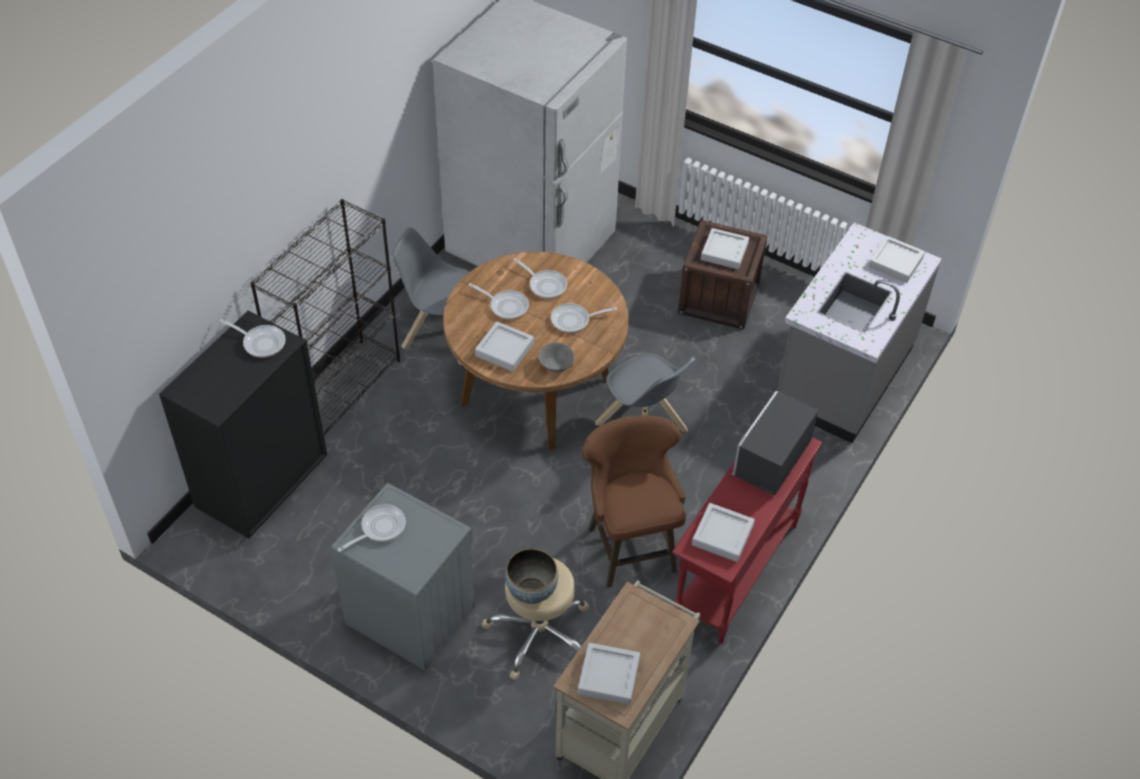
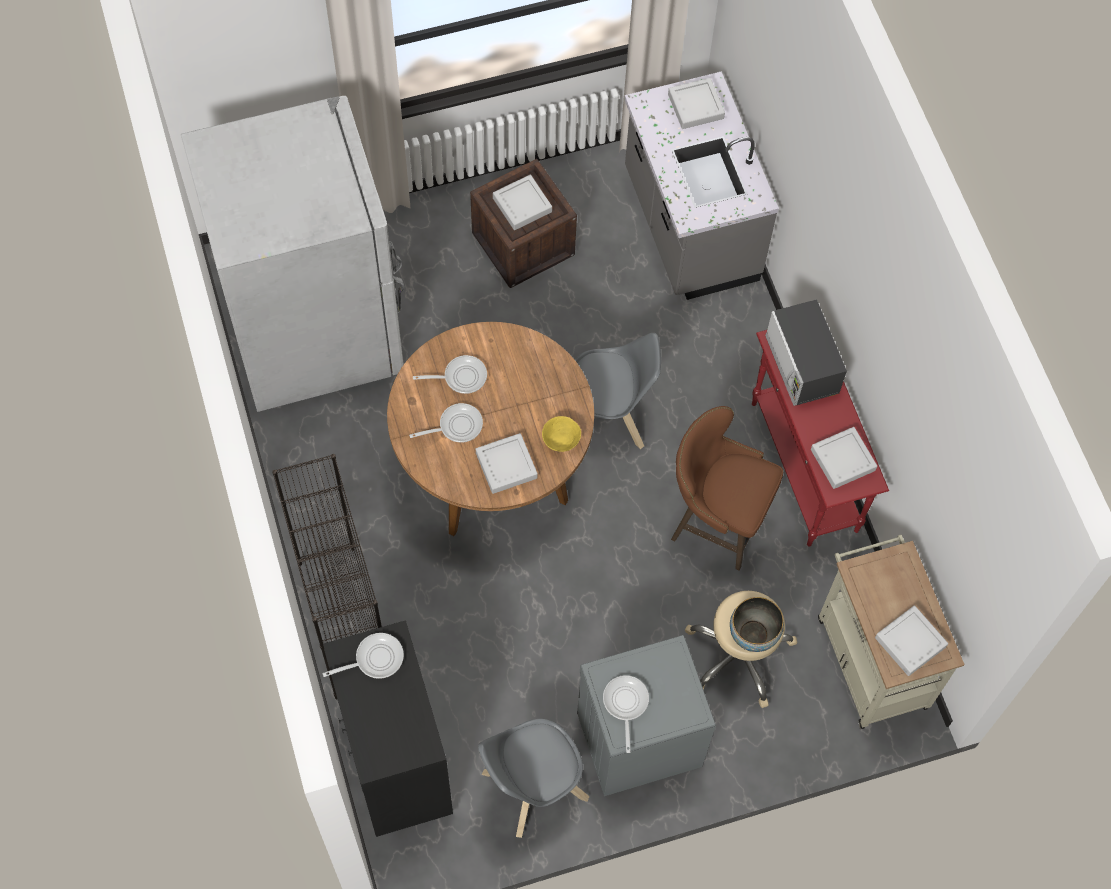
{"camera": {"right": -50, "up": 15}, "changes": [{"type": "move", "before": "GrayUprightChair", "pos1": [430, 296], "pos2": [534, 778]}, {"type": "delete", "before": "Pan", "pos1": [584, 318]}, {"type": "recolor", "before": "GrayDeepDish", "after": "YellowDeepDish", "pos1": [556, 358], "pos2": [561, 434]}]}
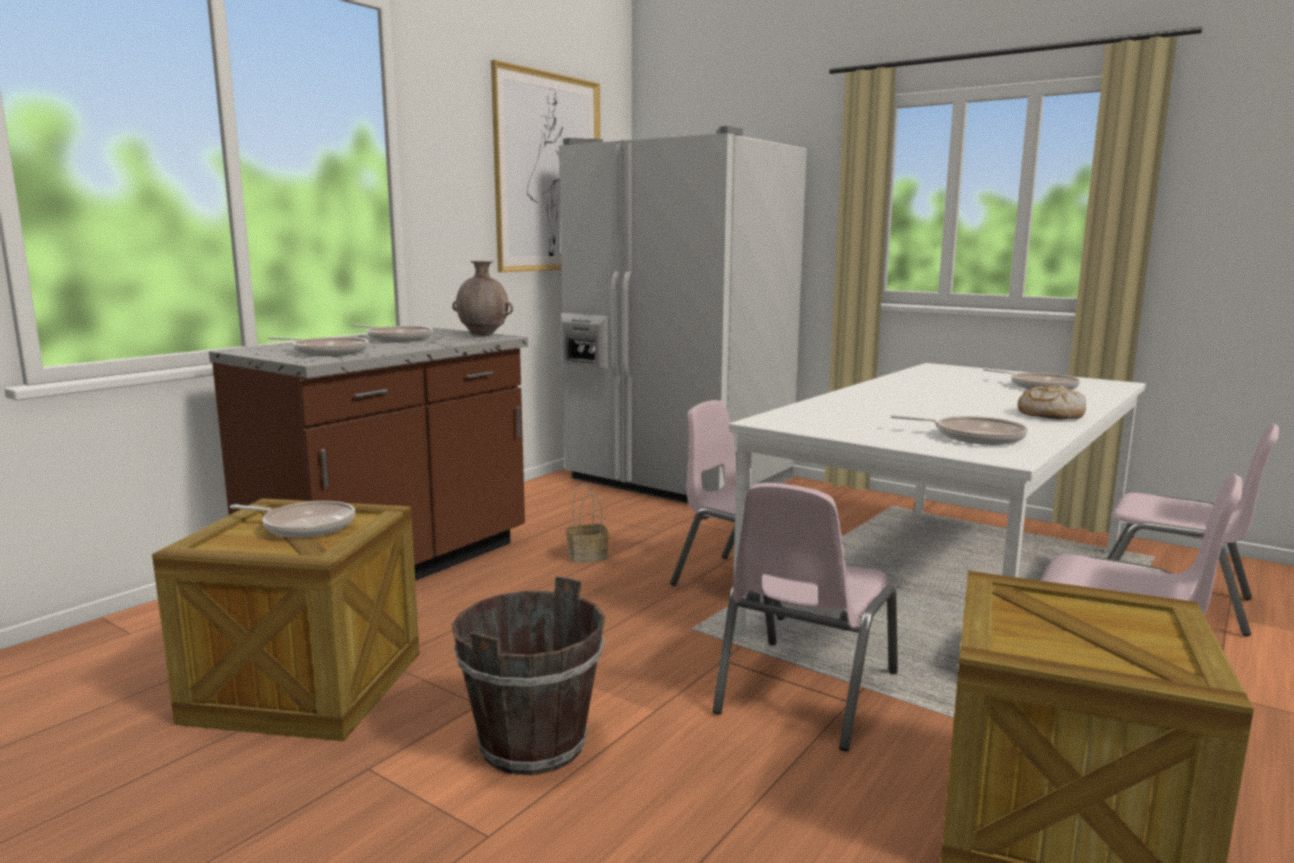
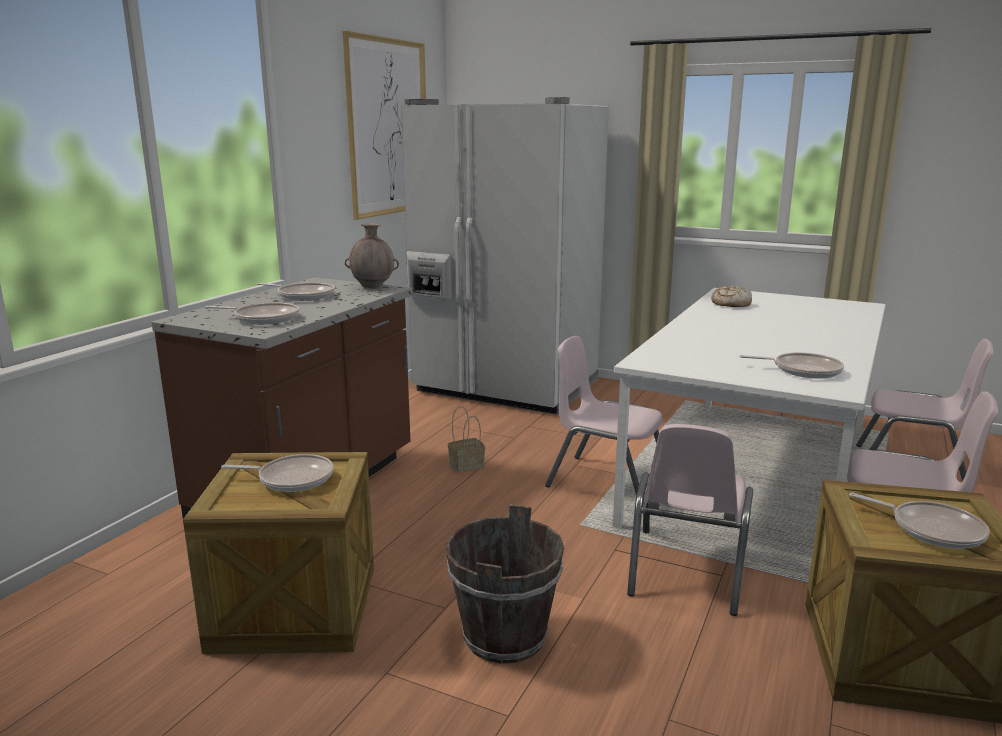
{"camera": {"right": -10, "up": 5}, "changes": [{"type": "move", "before": "Pan", "pos1": [1032, 379], "pos2": [919, 521]}, {"type": "move", "before": "BakeryBread", "pos1": [1051, 402], "pos2": [731, 296]}]}
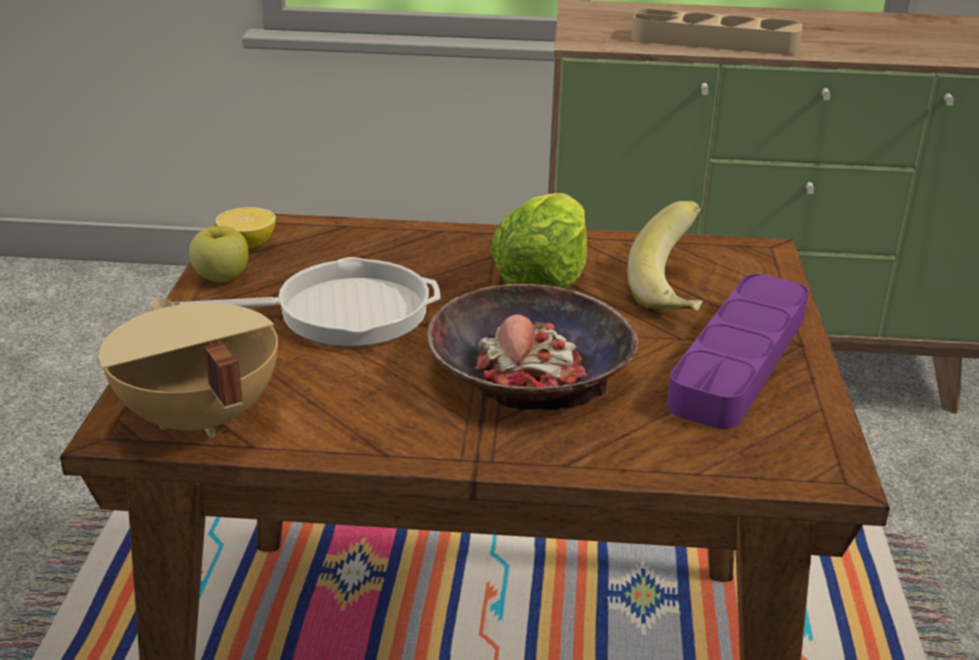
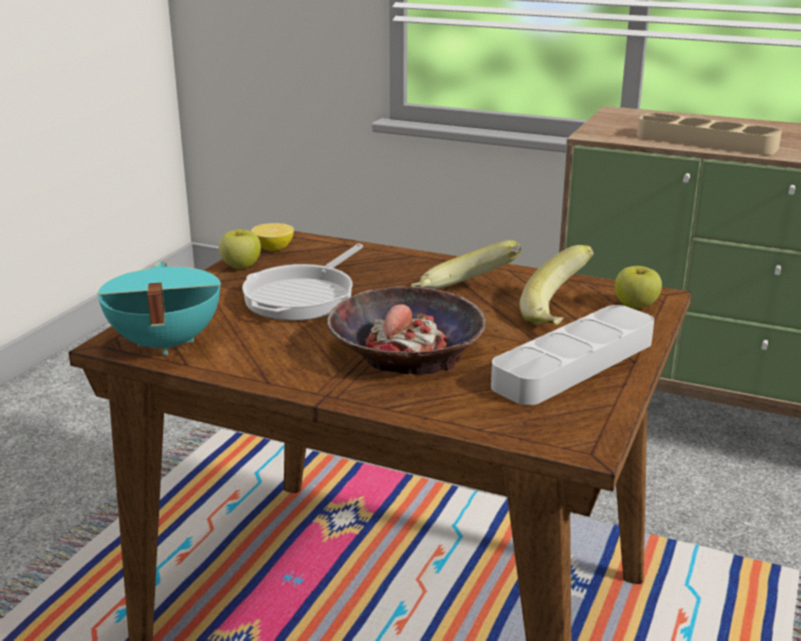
{"camera": {"right": 20, "up": -5}, "changes": [{"type": "replace", "before": "HeadOfLettuce", "after": "Banana", "pos1": [538, 241], "pos2": [466, 264]}, {"type": "rotate", "before": "Pan", "pos1": [306, 302], "pos2": [302, 282], "turn": 105}, {"type": "recolor", "before": "PurplishCarryingTray", "after": "GrayCarryingTray", "pos1": [738, 351], "pos2": [572, 355]}, {"type": "recolor", "before": "SandColouredStockpot", "after": "TurquoiseColouredStockpot", "pos1": [188, 368], "pos2": [159, 309]}, {"type": "insert", "after": "WholeApple", "pos2": [638, 287]}]}
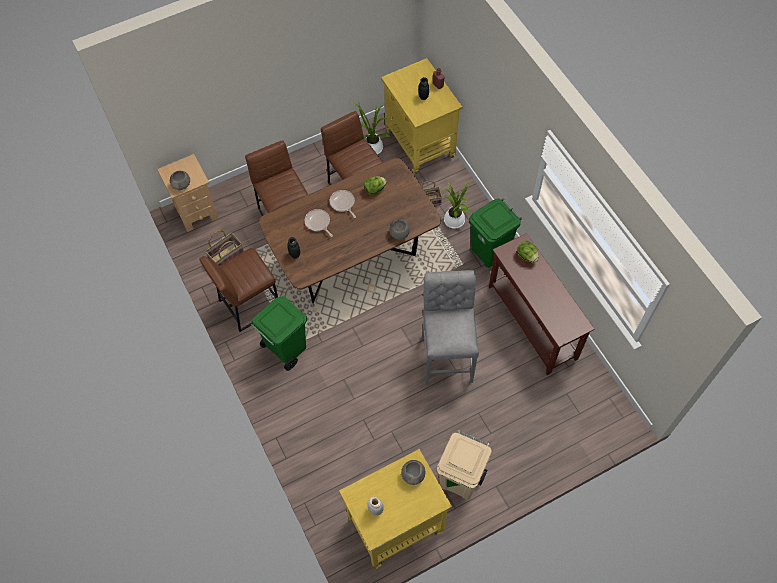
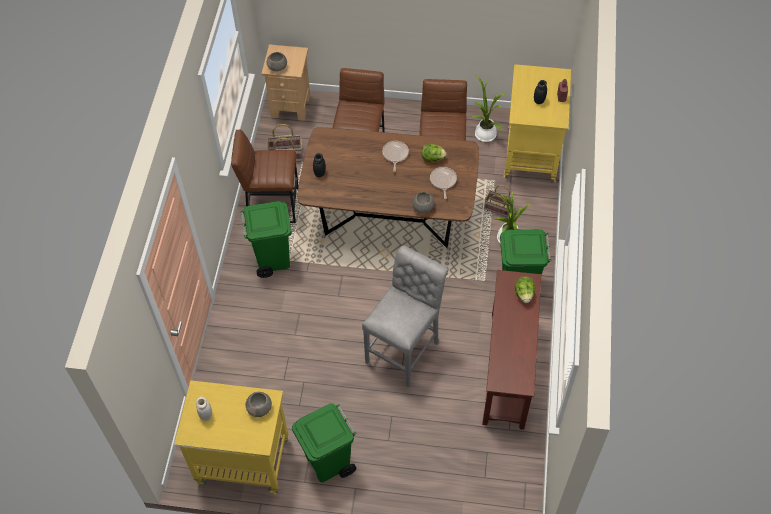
{"camera": {"right": 35, "up": -5}, "changes": [{"type": "move", "before": "Pan", "pos1": [319, 223], "pos2": [443, 183]}, {"type": "recolor", "before": "SandColouredRubbishBin", "after": "GreenishRubbishBin", "pos1": [464, 465], "pos2": [324, 442]}]}
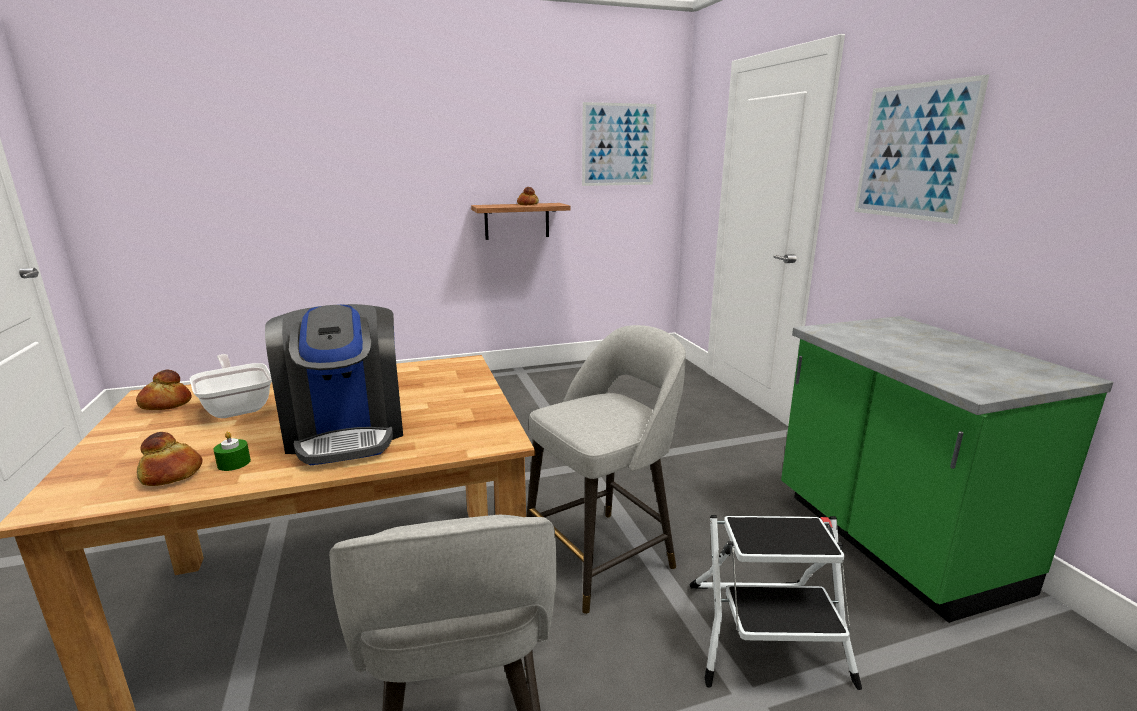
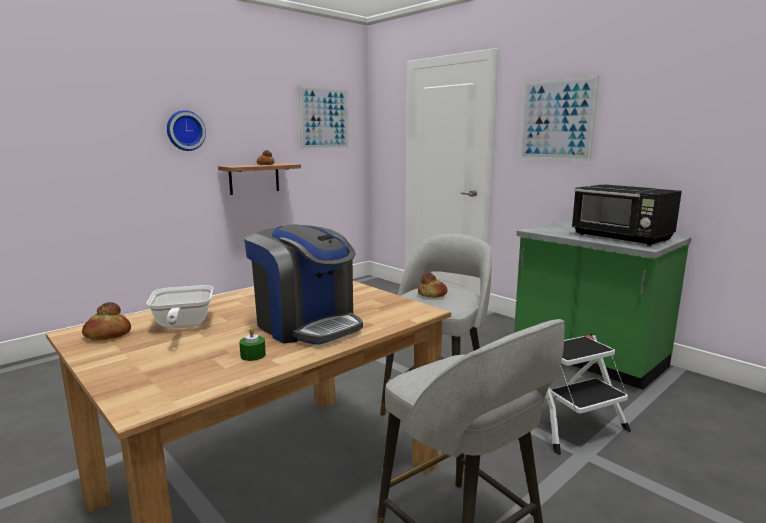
{"camera": {"right": -25, "up": -5}, "changes": [{"type": "rotate", "before": "Pan", "pos1": [231, 386], "pos2": [179, 307], "turn": -135}, {"type": "move", "before": "BakeryBread", "pos1": [169, 459], "pos2": [433, 285]}, {"type": "insert", "after": "HangingClock", "pos2": [186, 130]}, {"type": "insert", "after": "BlackColouredKitchenMicrowave", "pos2": [627, 215]}]}
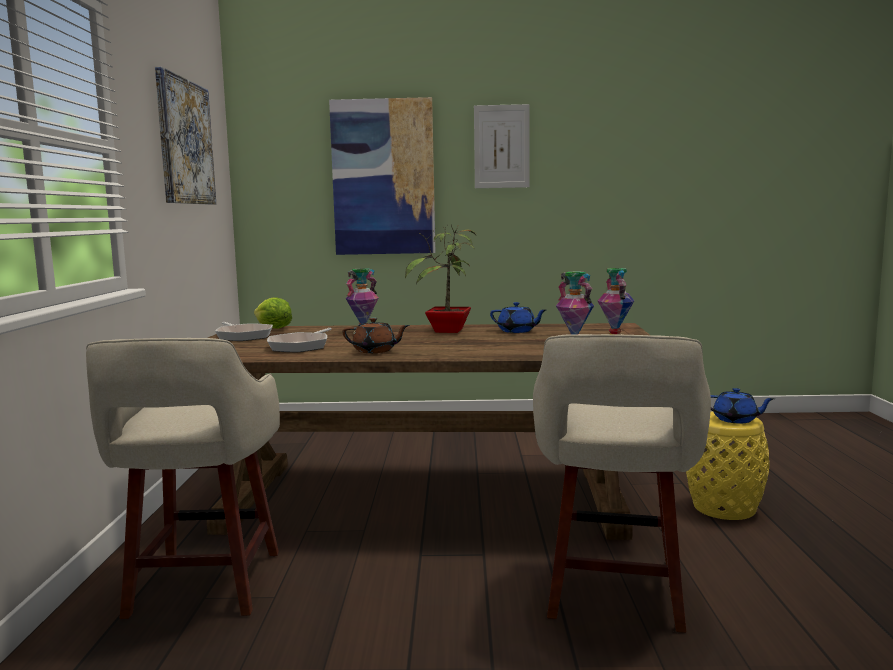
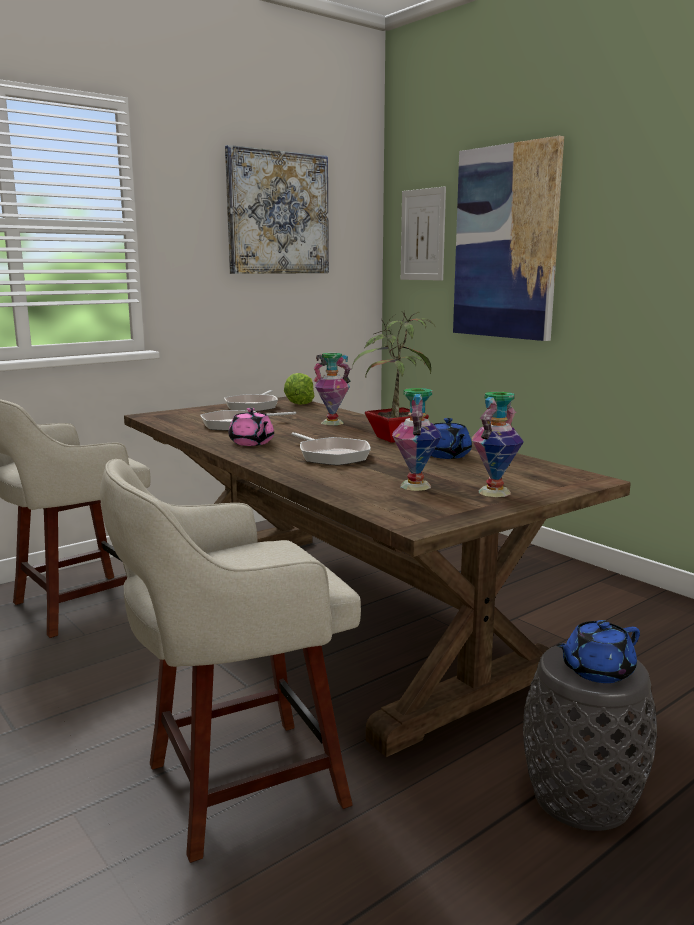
{"camera": {"right": 50, "up": 5}, "changes": [{"type": "move", "before": "Picture", "pos1": [501, 146], "pos2": [423, 233]}, {"type": "recolor", "before": "BrownColouredTeaPot", "after": "PinkTeaPot", "pos1": [375, 335], "pos2": [251, 427]}, {"type": "rotate", "before": "BlueColouredTeaPot", "pos1": [743, 405], "pos2": [598, 651], "turn": 75}, {"type": "recolor", "before": "YellowStoolSeat", "after": "GrayStoolSeat", "pos1": [728, 465], "pos2": [590, 737]}, {"type": "insert", "after": "Pan", "pos2": [331, 448]}]}
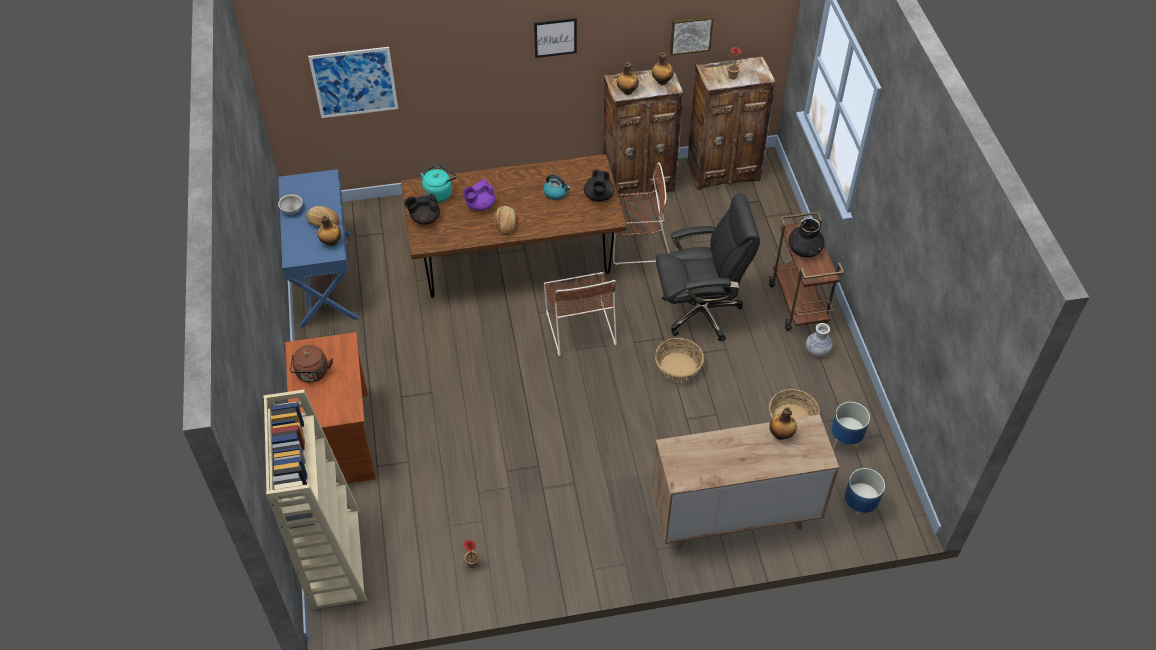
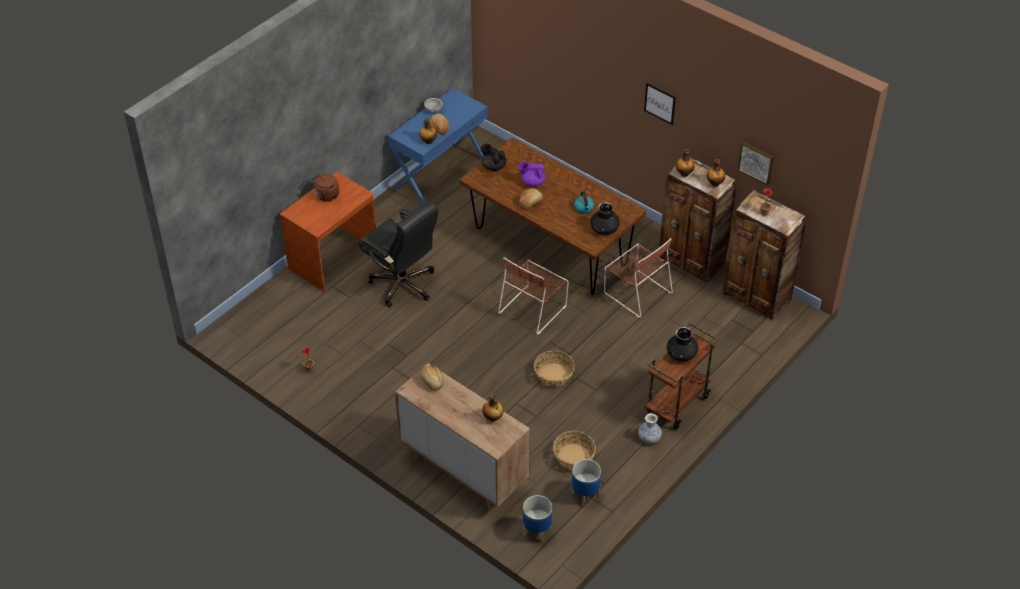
{"camera": {"right": 50, "up": -5}, "changes": [{"type": "delete", "before": "Picture", "pos1": [353, 82]}, {"type": "delete", "before": "TurquoiseColouredWaterKettle", "pos1": [438, 183]}, {"type": "replace", "before": "BlackColouredTeaPot", "after": "BlackColouredFlowerVase", "pos1": [599, 186], "pos2": [605, 218]}, {"type": "move", "before": "BlackColouredDeskChair", "pos1": [708, 268], "pos2": [398, 254]}, {"type": "delete", "before": "SandColouredBookcase", "pos1": [315, 500]}, {"type": "insert", "after": "BakeryBread", "pos2": [432, 378]}]}
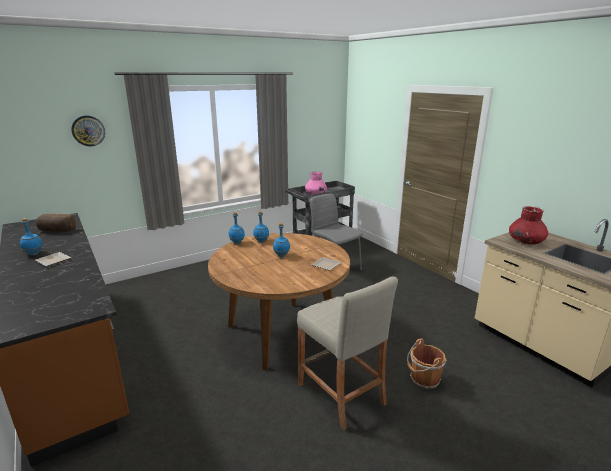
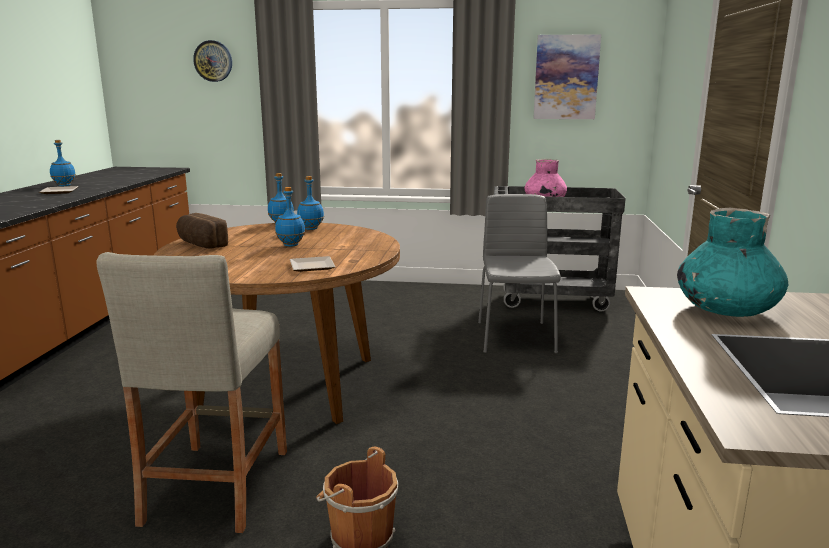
{"camera": {"right": 40, "up": -5}, "changes": [{"type": "recolor", "before": "RedColouredFlowerVase", "after": "TurquoiseColouredFlowerVase", "pos1": [528, 225], "pos2": [732, 262]}, {"type": "move", "before": "BakeryBread", "pos1": [56, 223], "pos2": [202, 230]}, {"type": "insert", "after": "Picture", "pos2": [567, 76]}]}
